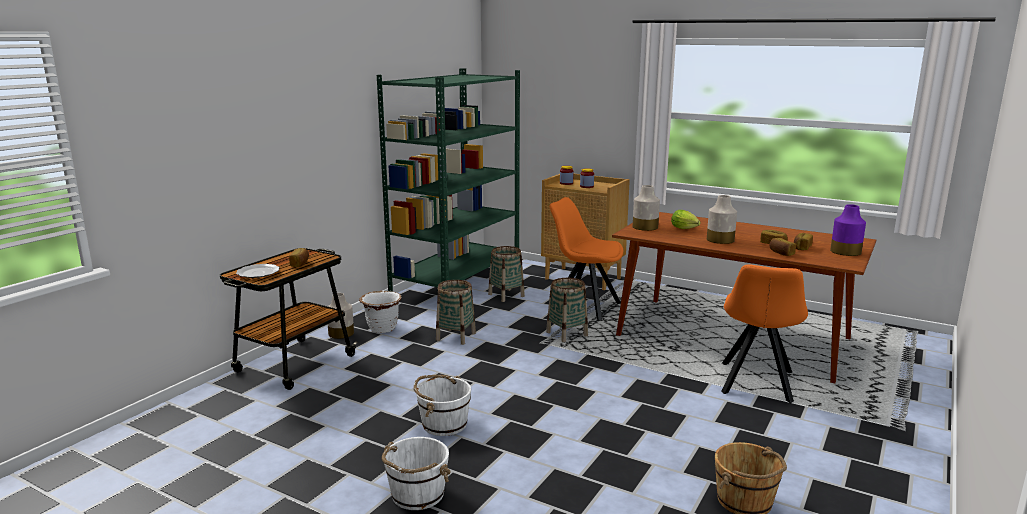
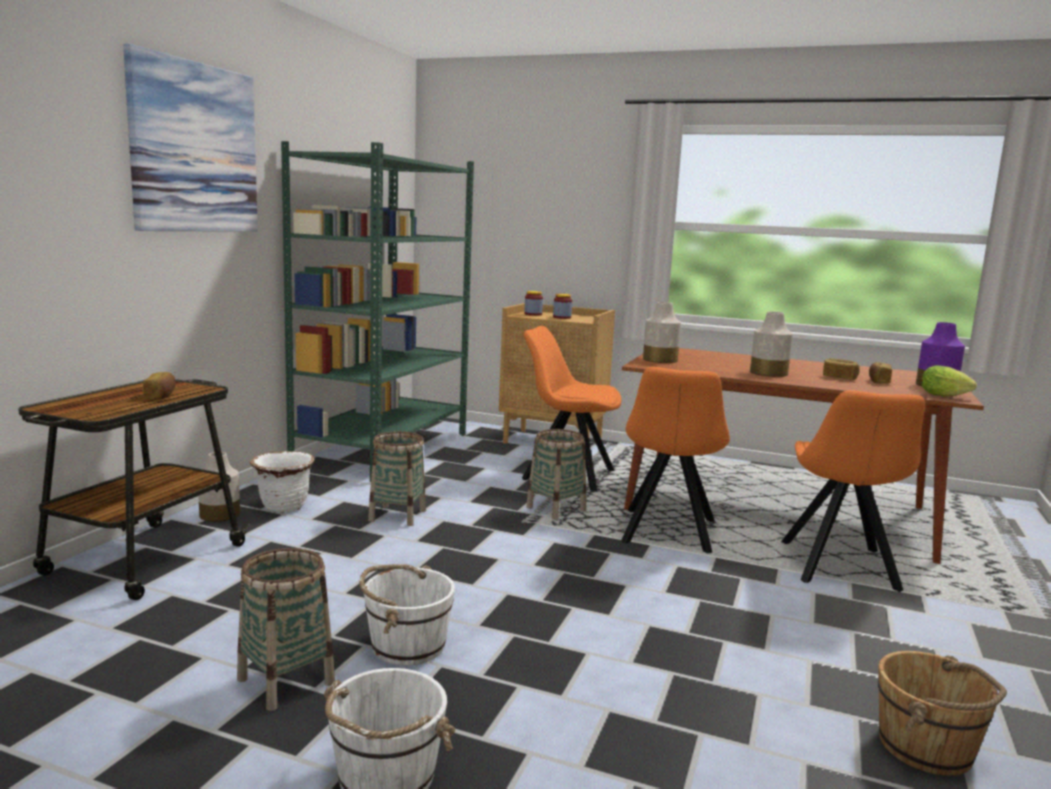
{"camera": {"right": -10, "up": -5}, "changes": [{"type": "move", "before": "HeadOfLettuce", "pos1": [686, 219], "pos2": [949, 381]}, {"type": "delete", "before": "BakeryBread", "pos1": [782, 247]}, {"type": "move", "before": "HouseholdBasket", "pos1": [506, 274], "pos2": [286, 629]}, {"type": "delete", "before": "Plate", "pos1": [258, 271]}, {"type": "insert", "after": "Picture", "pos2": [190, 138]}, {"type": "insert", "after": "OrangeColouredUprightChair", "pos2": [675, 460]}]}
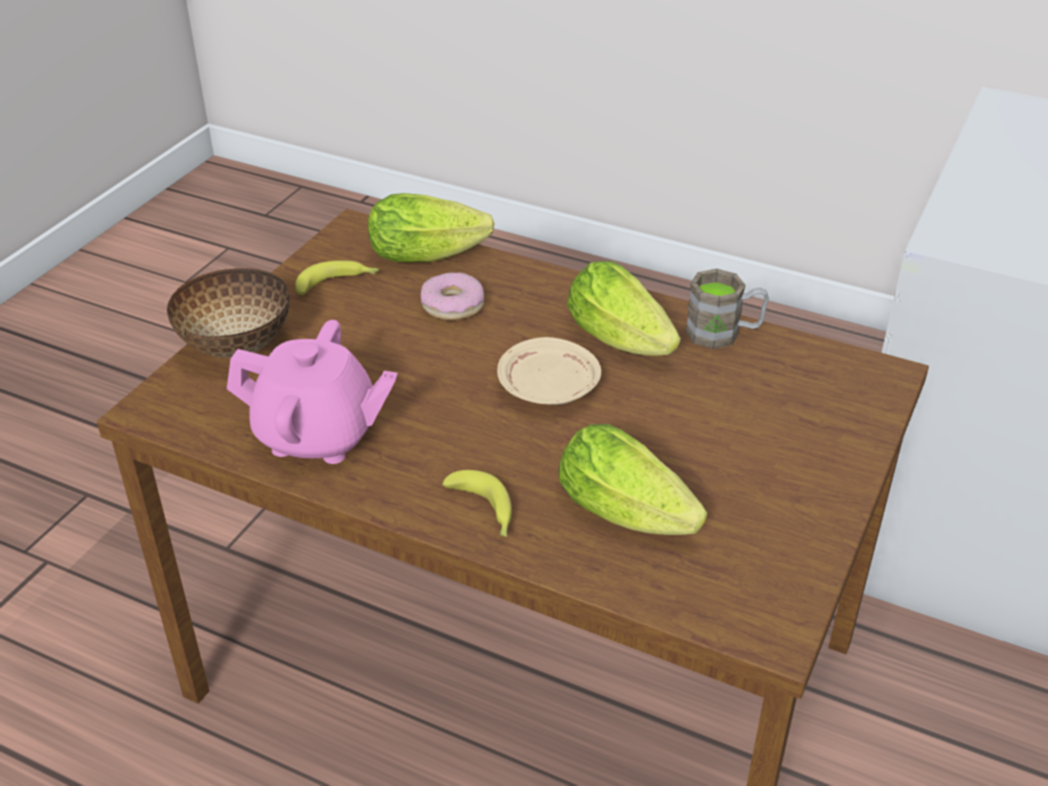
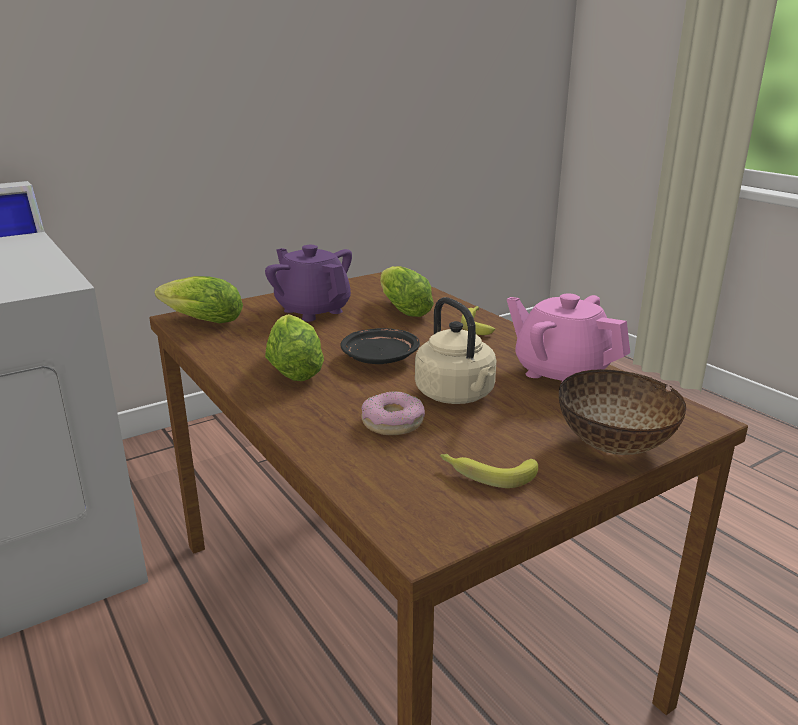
{"camera": {"right": -150, "up": -15}, "changes": [{"type": "move", "before": "HeadOfLettuce", "pos1": [431, 227], "pos2": [198, 299]}, {"type": "delete", "before": "BrownColouredMug", "pos1": [727, 309]}, {"type": "recolor", "before": "SandColouredPlate", "after": "BlackColouredPlate", "pos1": [549, 371], "pos2": [380, 346]}, {"type": "insert", "after": "PurplishTeaPot", "pos2": [308, 283]}, {"type": "insert", "after": "SandColouredWaterKettle", "pos2": [456, 350]}]}
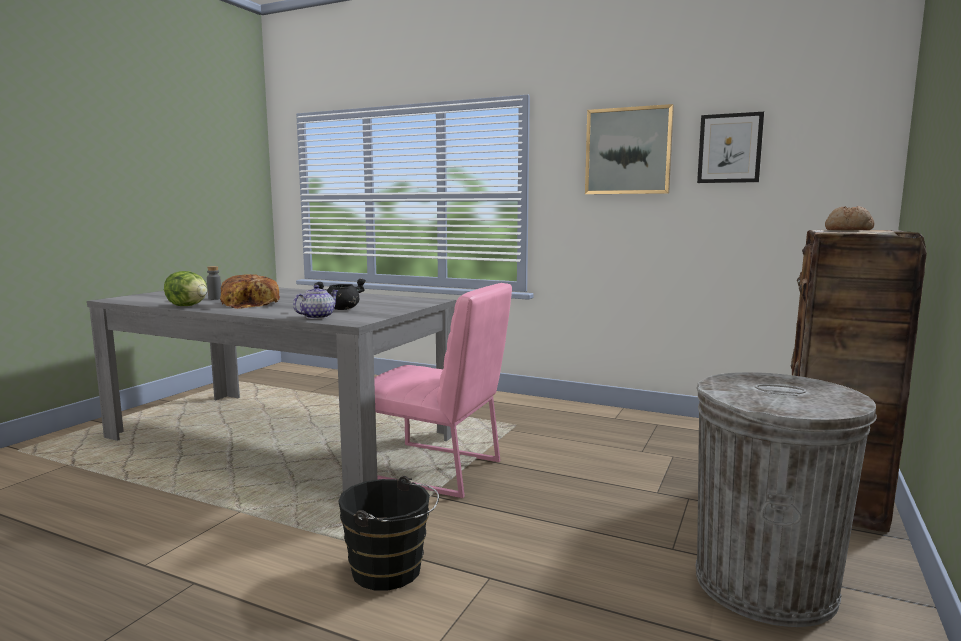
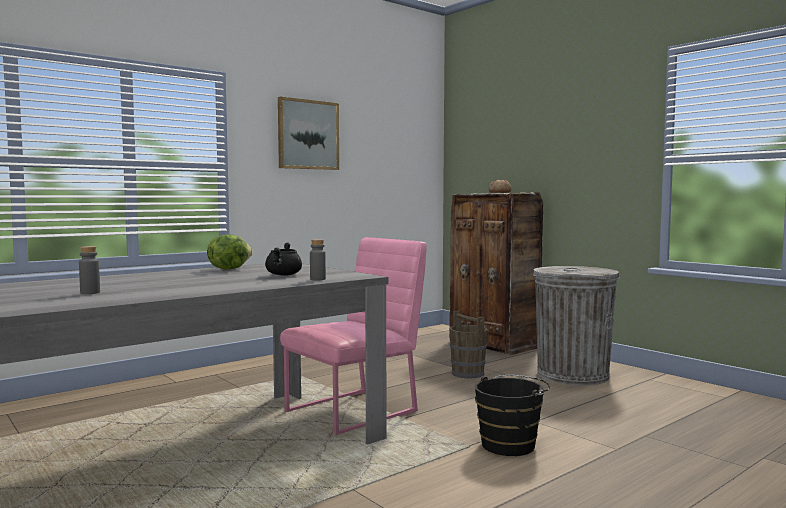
{"camera": {"right": -65, "up": -5}, "changes": [{"type": "delete", "before": "Picture", "pos1": [730, 147]}, {"type": "move", "before": "HeadOfLettuce", "pos1": [185, 288], "pos2": [230, 251]}, {"type": "delete", "before": "BakeryBread", "pos1": [250, 291]}, {"type": "replace", "before": "TeaPot", "after": "GrayBottle", "pos1": [316, 302], "pos2": [318, 260]}, {"type": "insert", "after": "BrownColouredPail", "pos2": [468, 344]}]}
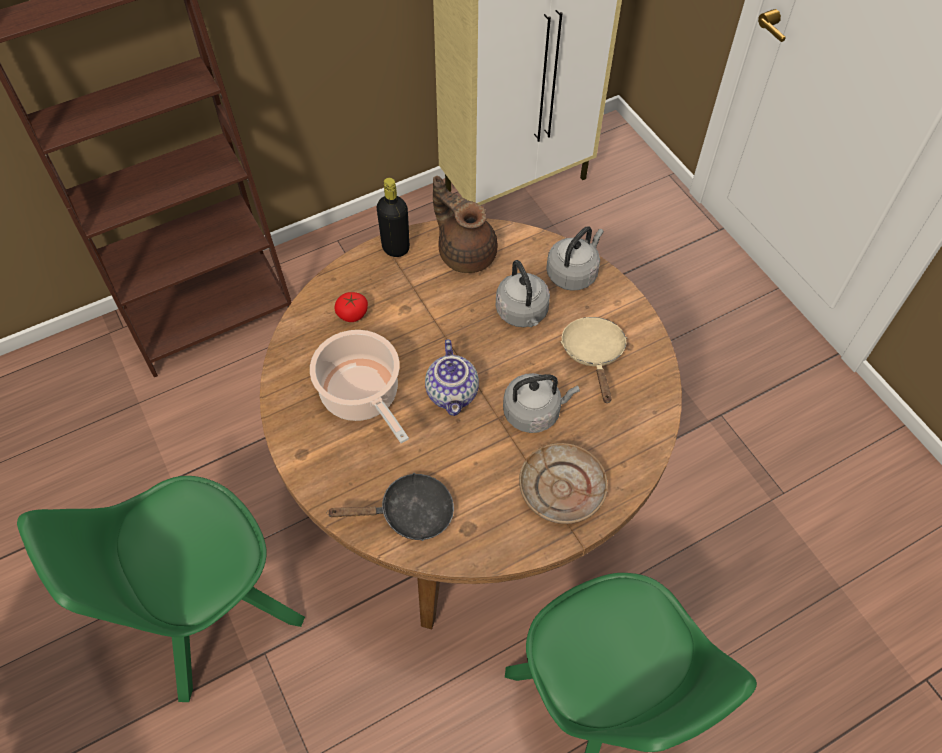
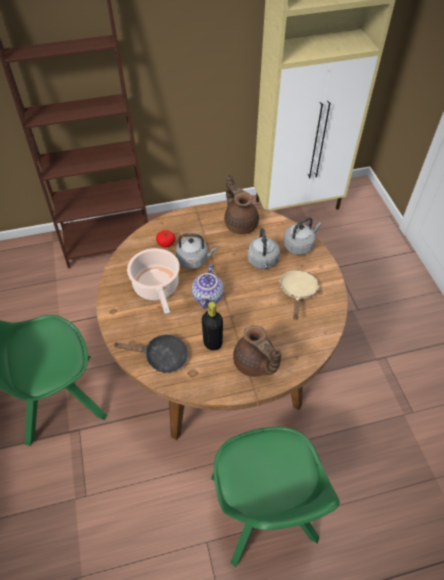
{"camera": {"right": 15, "up": -5}, "changes": [{"type": "move", "before": "BlackColouredBottle", "pos1": [393, 217], "pos2": [212, 326]}, {"type": "move", "before": "GrayWaterKettle", "pos1": [541, 403], "pos2": [196, 251]}, {"type": "replace", "before": "SandColouredPlate", "after": "BrownColouredTeaPot", "pos1": [563, 483], "pos2": [257, 351]}]}
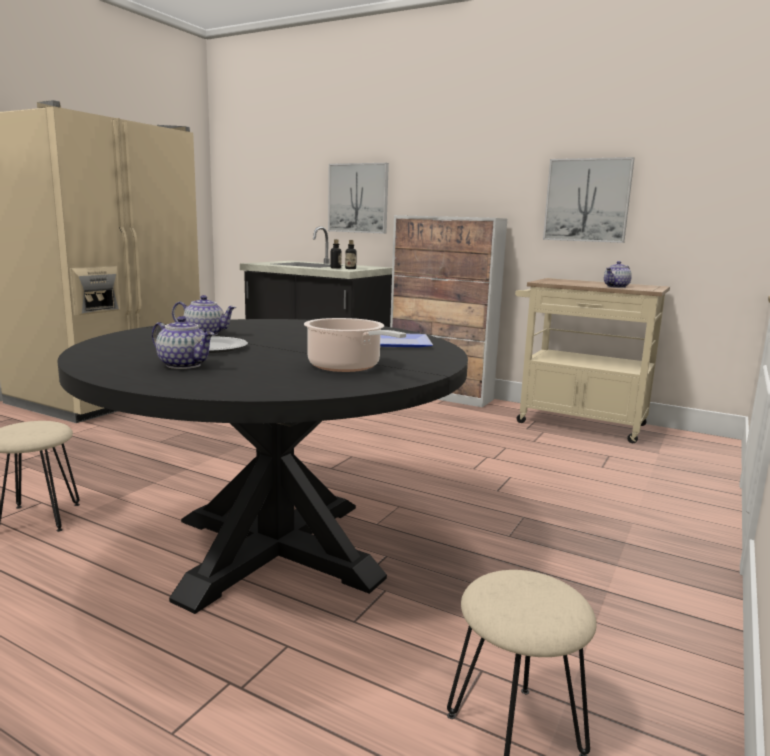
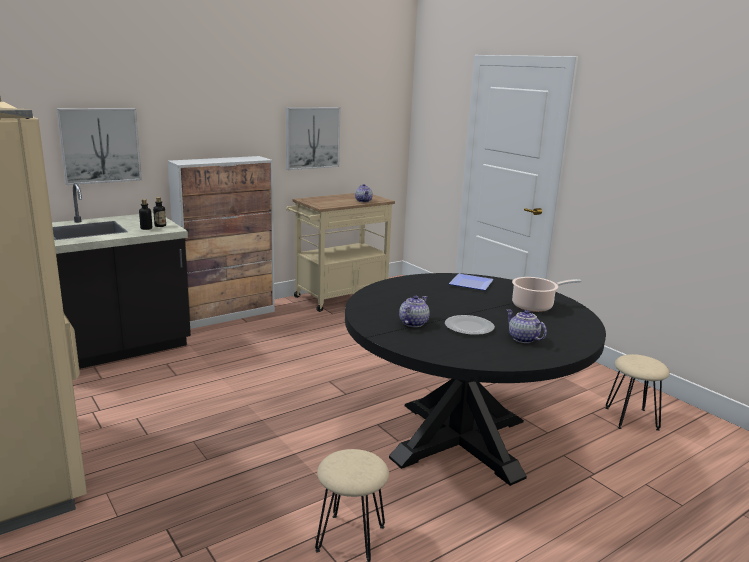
{"camera": {"right": -65, "up": 5}, "changes": [{"type": "rotate", "before": "TeaPot", "pos1": [183, 342], "pos2": [527, 326], "turn": -90}]}
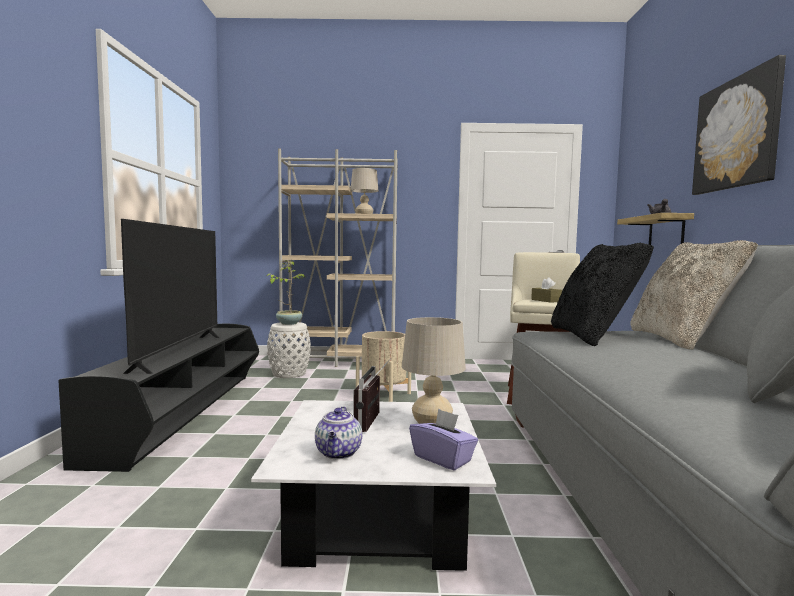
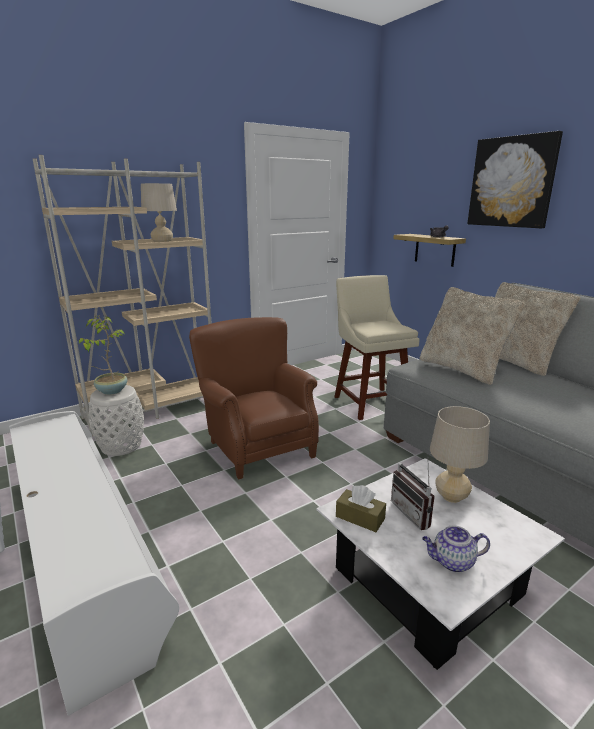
{"camera": {"right": -35, "up": 15}, "changes": [{"type": "delete", "before": "TvSet", "pos1": [170, 296]}, {"type": "recolor", "before": "BlackColouredCushion", "after": "SandColouredCushion", "pos1": [602, 294], "pos2": [473, 336]}, {"type": "move", "before": "BrownColouredBoxOfTissues", "pos1": [546, 290], "pos2": [361, 508]}, {"type": "recolor", "before": "BlackColouredTvUnit", "after": "WhiteColouredTvUnit", "pos1": [159, 398], "pos2": [94, 563]}, {"type": "replace", "before": "SandColouredFlowerPot", "after": "BrownColouredEasyChair", "pos1": [383, 366], "pos2": [254, 398]}, {"type": "rotate", "before": "TeaPot", "pos1": [338, 432], "pos2": [456, 549], "turn": 120}, {"type": "delete", "before": "PurplishBoxOfTissues", "pos1": [443, 440]}]}
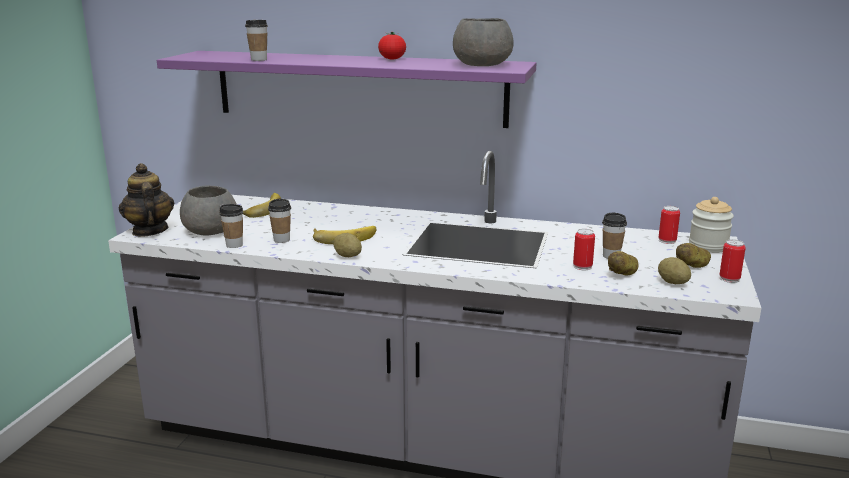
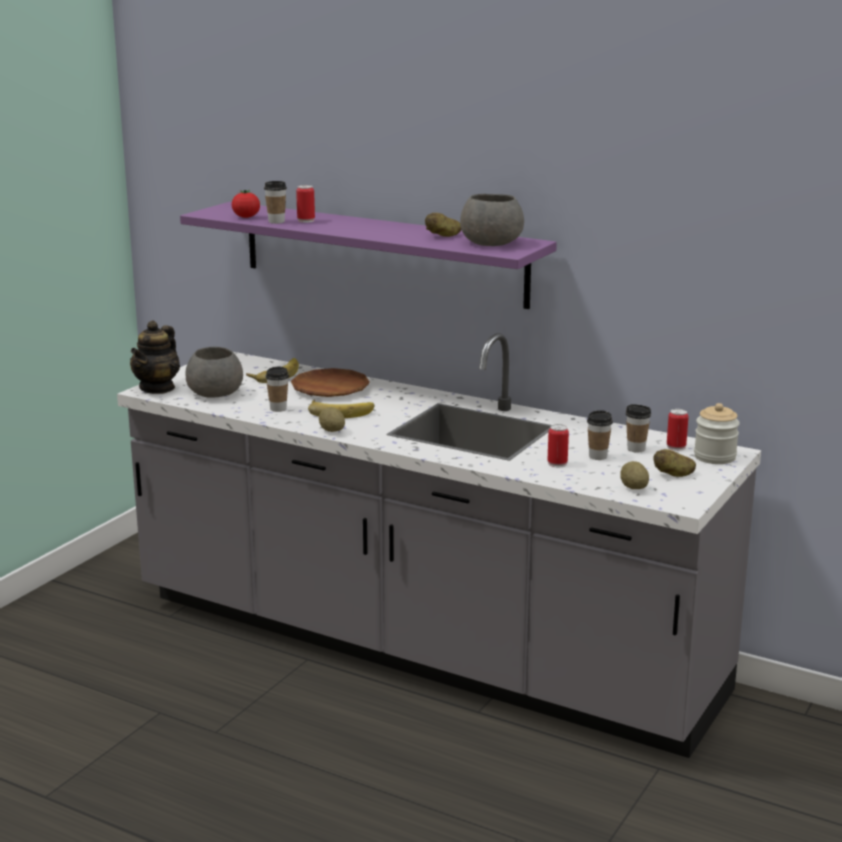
{"camera": {"right": 15, "up": 0}, "changes": [{"type": "move", "before": "Tomato", "pos1": [392, 46], "pos2": [246, 204]}, {"type": "rotate", "before": "TeaPot", "pos1": [147, 200], "pos2": [155, 357], "turn": -150}, {"type": "move", "before": "Cup", "pos1": [231, 226], "pos2": [638, 428]}, {"type": "move", "before": "MetalCan", "pos1": [732, 261], "pos2": [305, 204]}, {"type": "move", "before": "Potato", "pos1": [623, 263], "pos2": [443, 225]}, {"type": "insert", "after": "BrownColouredPlate", "pos2": [330, 382]}]}
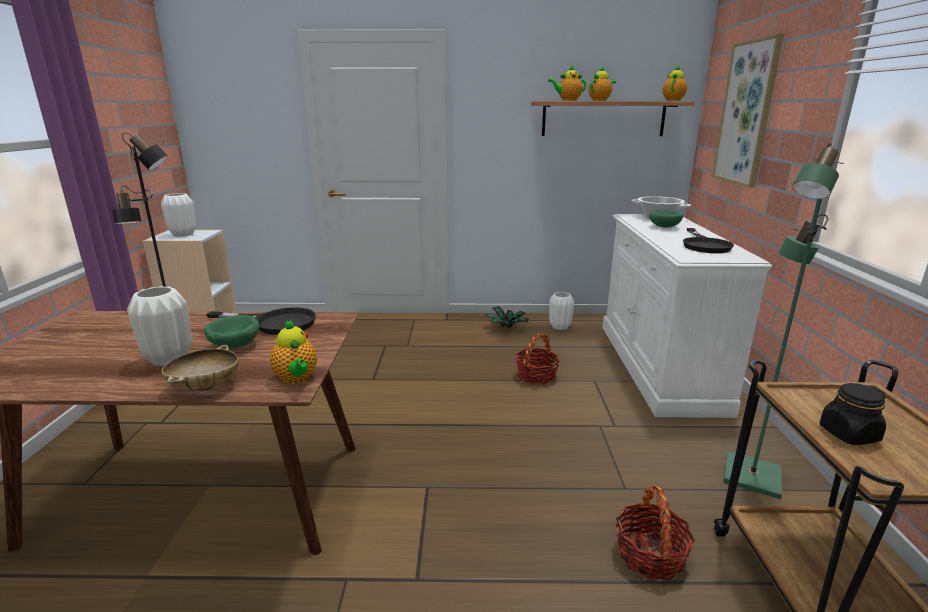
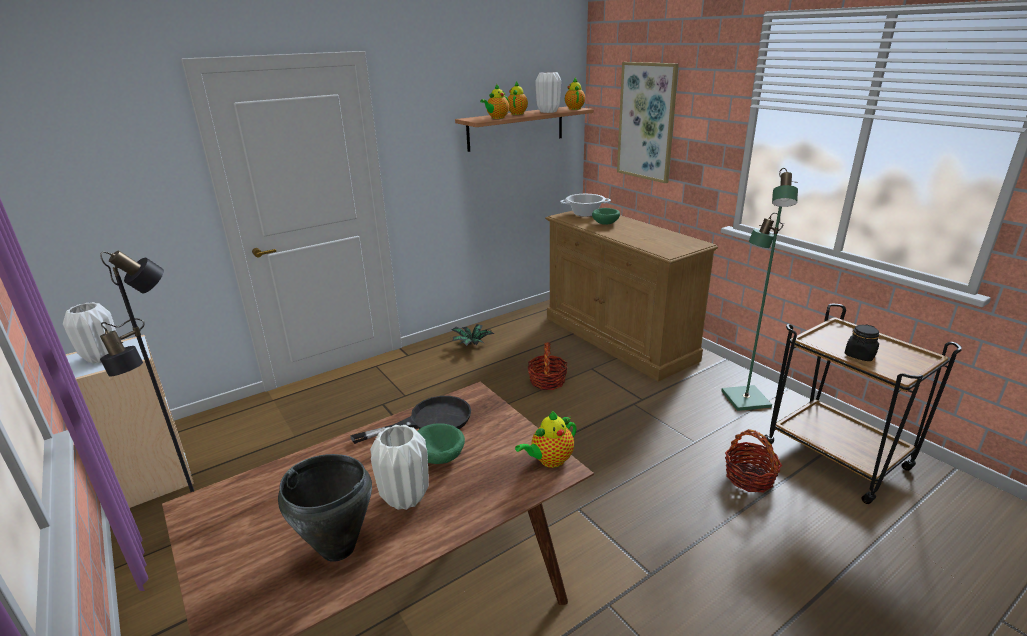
{"camera": {"right": -35, "up": 5}, "changes": [{"type": "recolor", "before": "WhiteColouredCabinet", "after": "BrownColouredCabinet", "pos1": [687, 316], "pos2": [631, 296]}, {"type": "delete", "before": "BlackColouredPan", "pos1": [708, 240]}, {"type": "move", "before": "WhiteColouredFlowerVase", "pos1": [561, 311], "pos2": [548, 92]}, {"type": "rotate", "before": "TeaPot", "pos1": [293, 351], "pos2": [546, 439], "turn": 120}, {"type": "delete", "before": "SandColouredDeepDish", "pos1": [200, 368]}, {"type": "insert", "after": "BlackColouredStockpot", "pos2": [325, 508]}]}
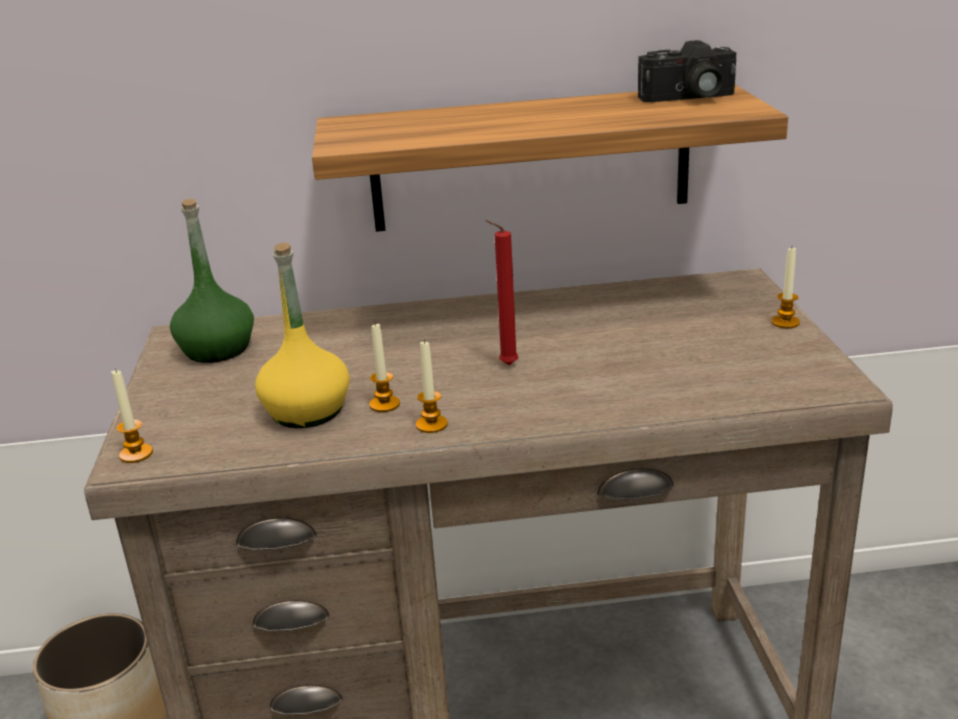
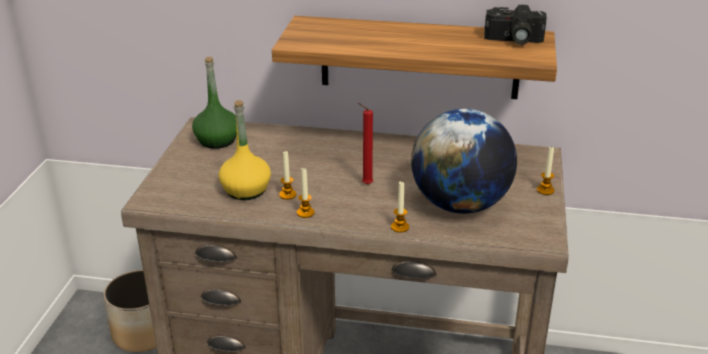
{"camera": {"right": 15, "up": 5}, "changes": [{"type": "move", "before": "WaxLight", "pos1": [132, 416], "pos2": [400, 207]}, {"type": "insert", "after": "DeskGlobe", "pos2": [464, 161]}]}
